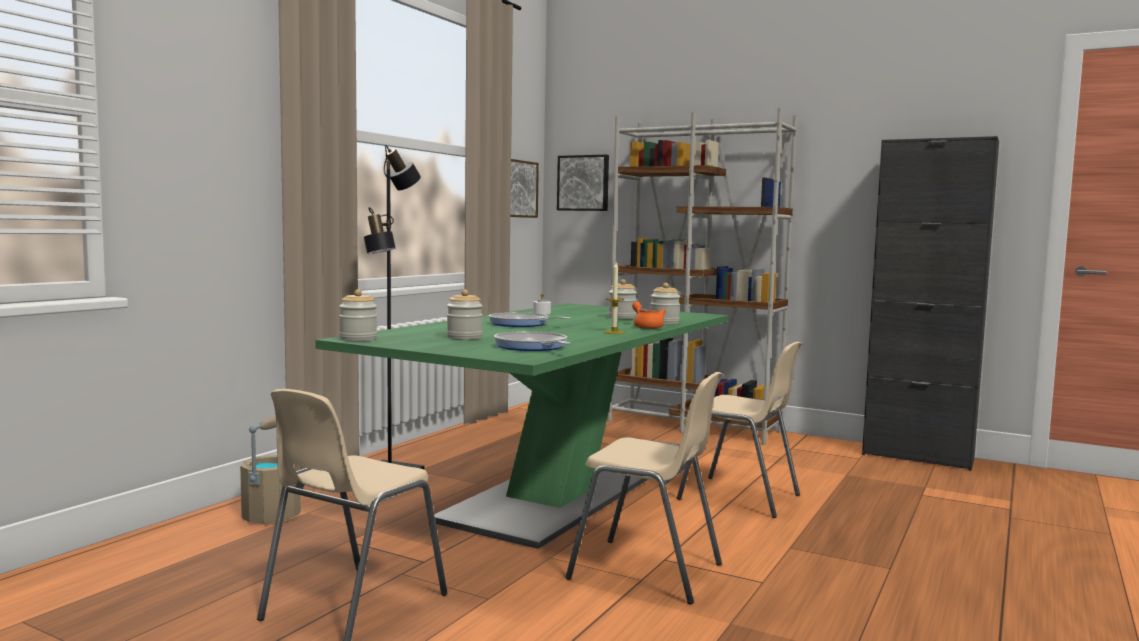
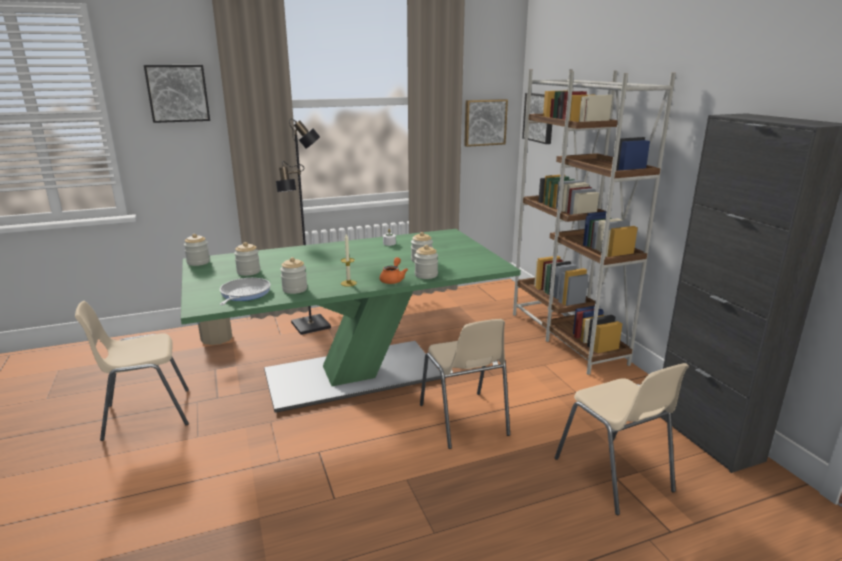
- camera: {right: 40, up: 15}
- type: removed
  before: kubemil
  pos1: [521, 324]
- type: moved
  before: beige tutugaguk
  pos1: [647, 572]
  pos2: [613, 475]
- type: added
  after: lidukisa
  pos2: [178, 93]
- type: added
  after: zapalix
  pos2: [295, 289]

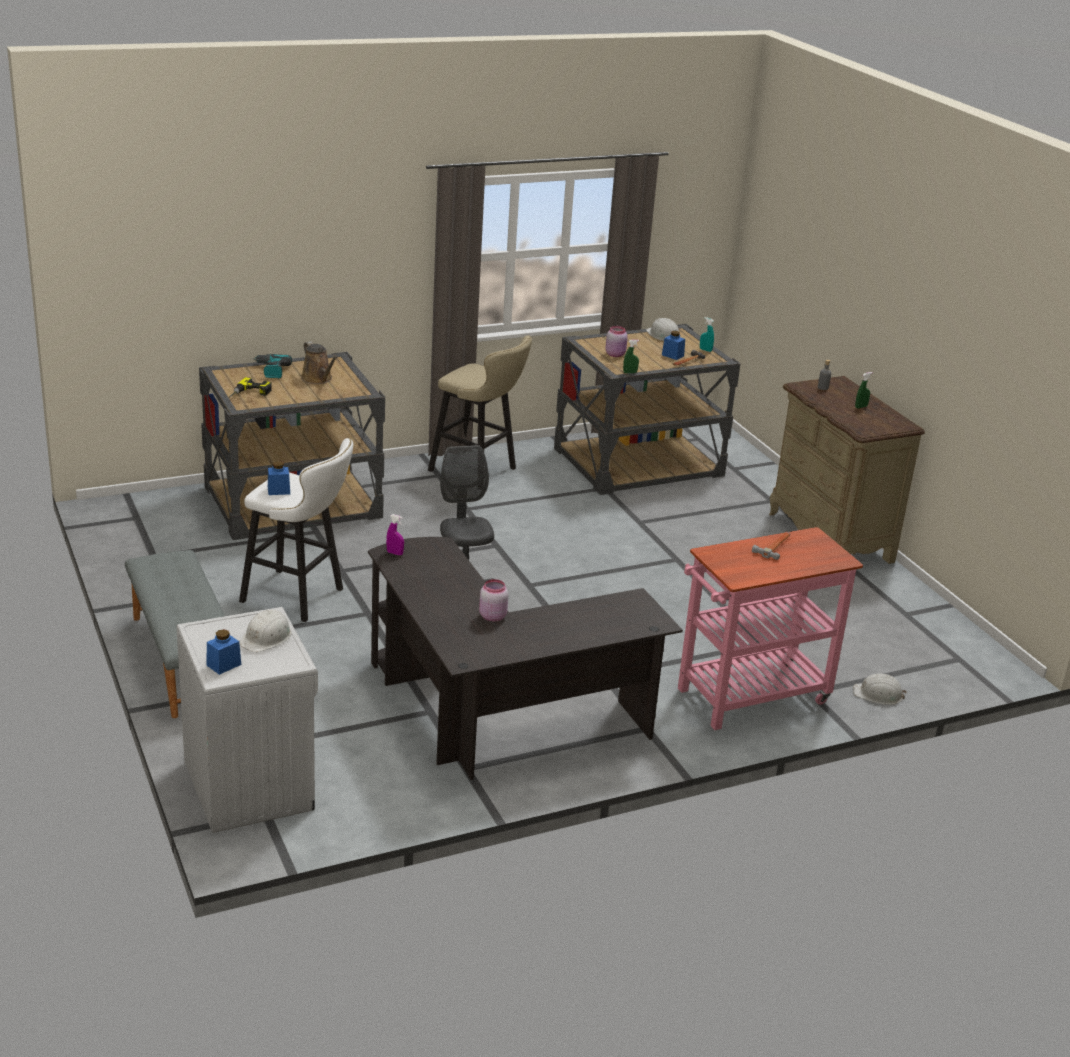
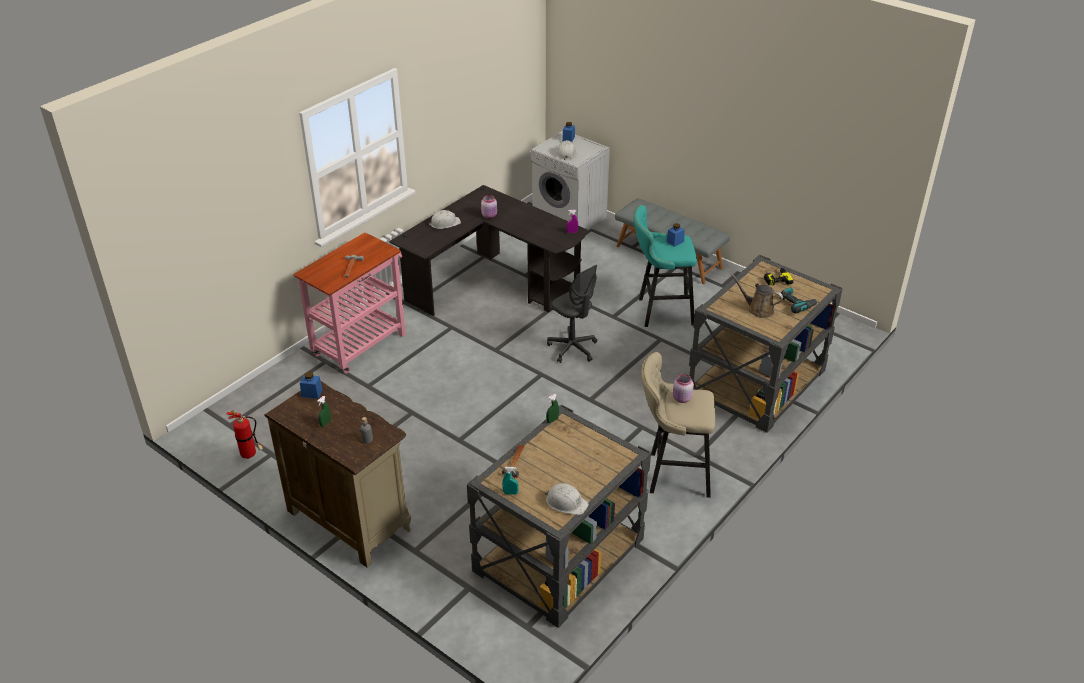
- camera: {right: 155, up: 10}
- type: recoloured
  before: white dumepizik
  after: turquoise dumepizik
  pos1: [302, 598]
  pos2: [658, 312]
- type: moved
  before: pink zapalix
  pos1: [615, 354]
  pos2: [681, 399]
- type: moved
  before: blue zapalix
  pos1: [672, 355]
  pos2: [312, 393]
- type: moved
  before: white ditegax
  pos1: [878, 694]
  pos2: [445, 223]
- type: added
  after: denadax
  pos2: [250, 455]

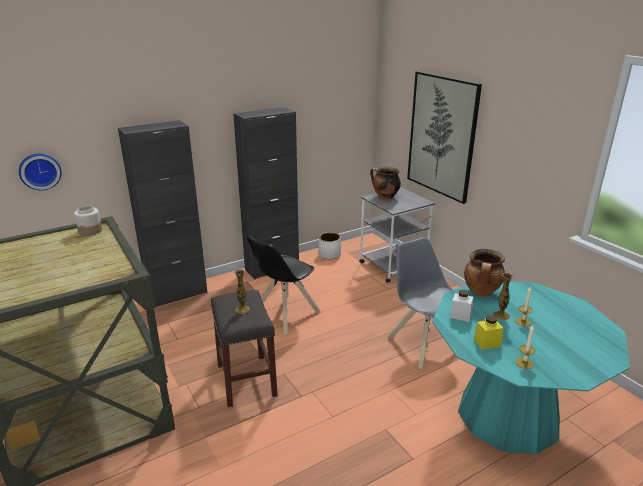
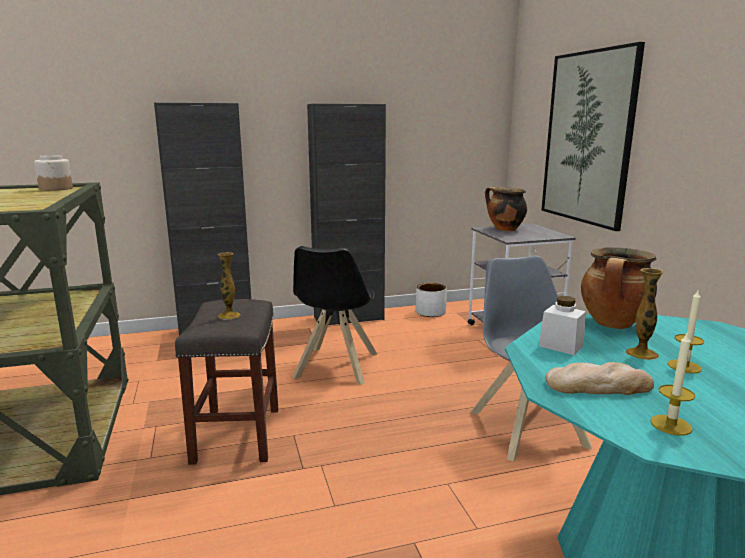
- camera: {right: 15, up: -10}
- type: removed
  before: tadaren
  pos1: [40, 171]
- type: turned
  before: black tutugaguk
  pos1: [284, 314]
  pos2: [335, 367]
  turn: -45
- type: replaced
  before: yellow zapalix
  after: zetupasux
  pos1: [487, 342]
  pos2: [598, 385]

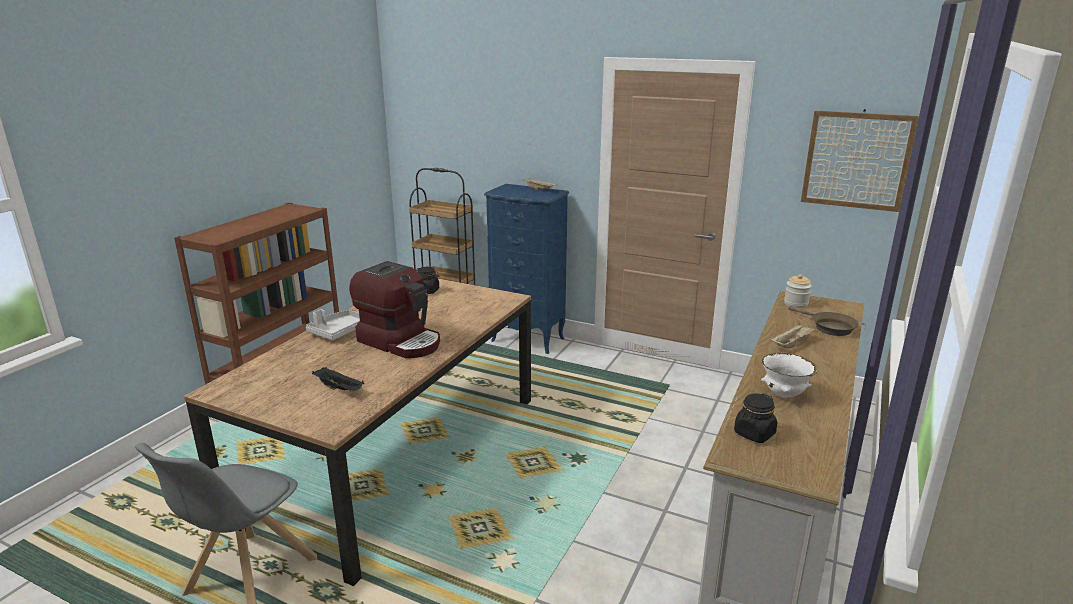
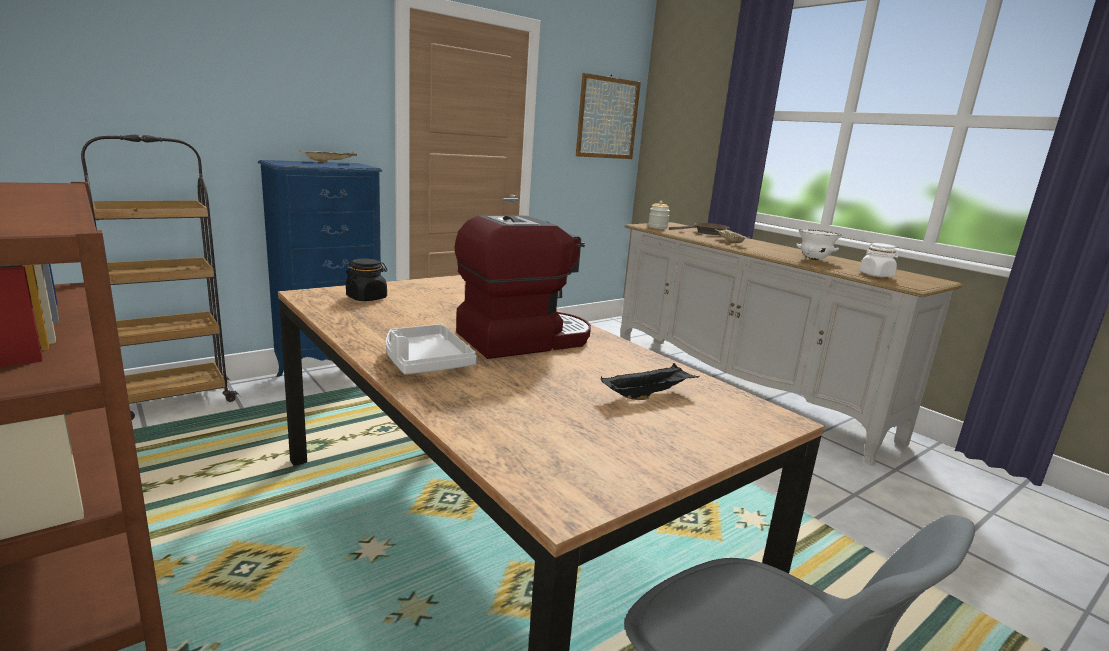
- camera: {right: -65, up: -5}
- type: recoloured
  before: black zapalix
  after: white zapalix
  pos1: [754, 434]
  pos2: [876, 275]

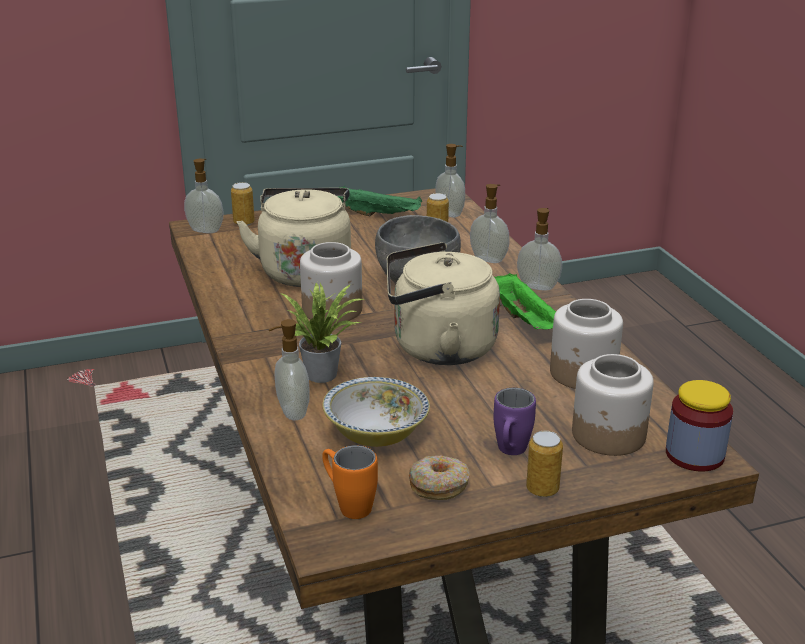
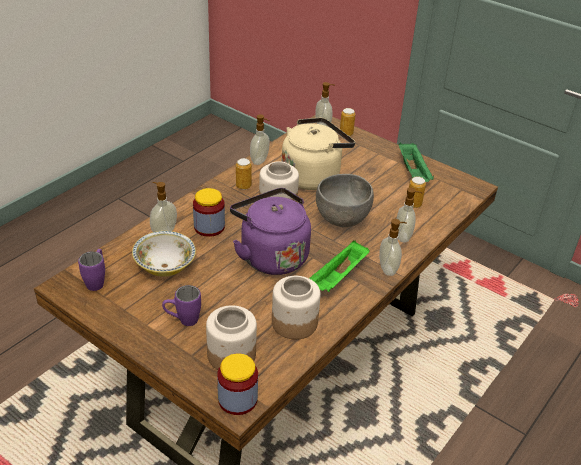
- camera: {right: 55, up: 10}
- type: replaced
  before: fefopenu
  after: zapalix
  pos1: [325, 373]
  pos2: [209, 227]
- type: recoloured
  before: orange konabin
  after: purple konabin
  pos1: [348, 504]
  pos2: [97, 281]
- type: recoloured
  before: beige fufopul
  after: purple fufopul
  pos1: [437, 348]
  pos2: [271, 255]
- type: removed
  before: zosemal
  pos1: [439, 485]
- type: moved
  before: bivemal
  pos1: [450, 213]
  pos2: [260, 161]
- type: moved
  before: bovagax
  pos1: [542, 489]
  pos2: [243, 186]

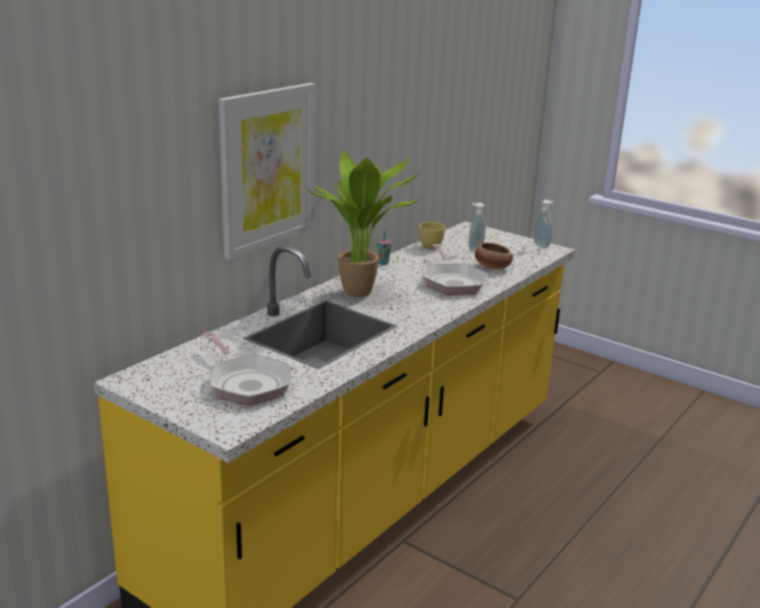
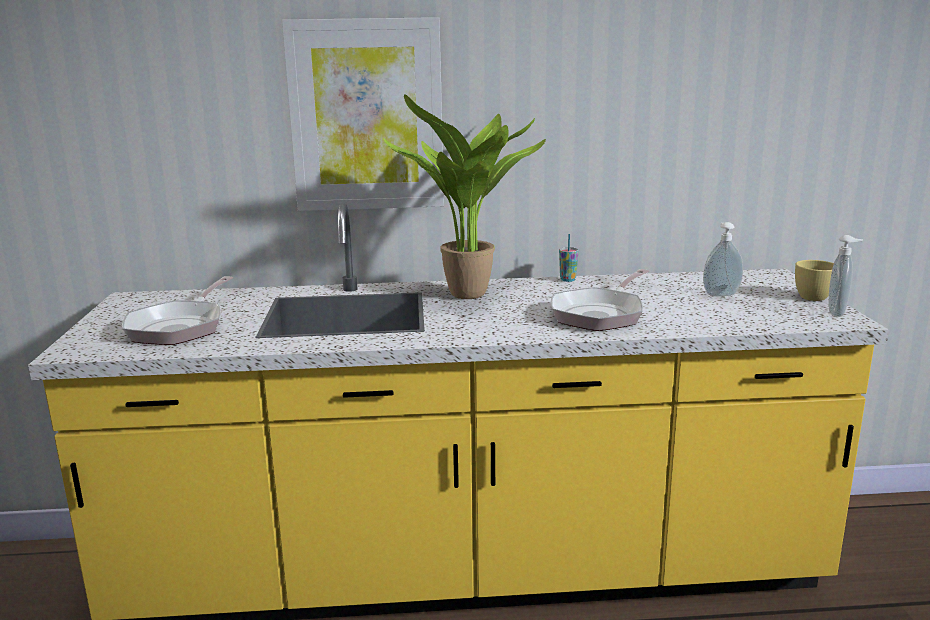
- camera: {right: 50, up: -5}
- type: moved
  before: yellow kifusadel
  pos1: [429, 245]
  pos2: [813, 296]
- type: removed
  before: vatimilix
  pos1: [491, 267]

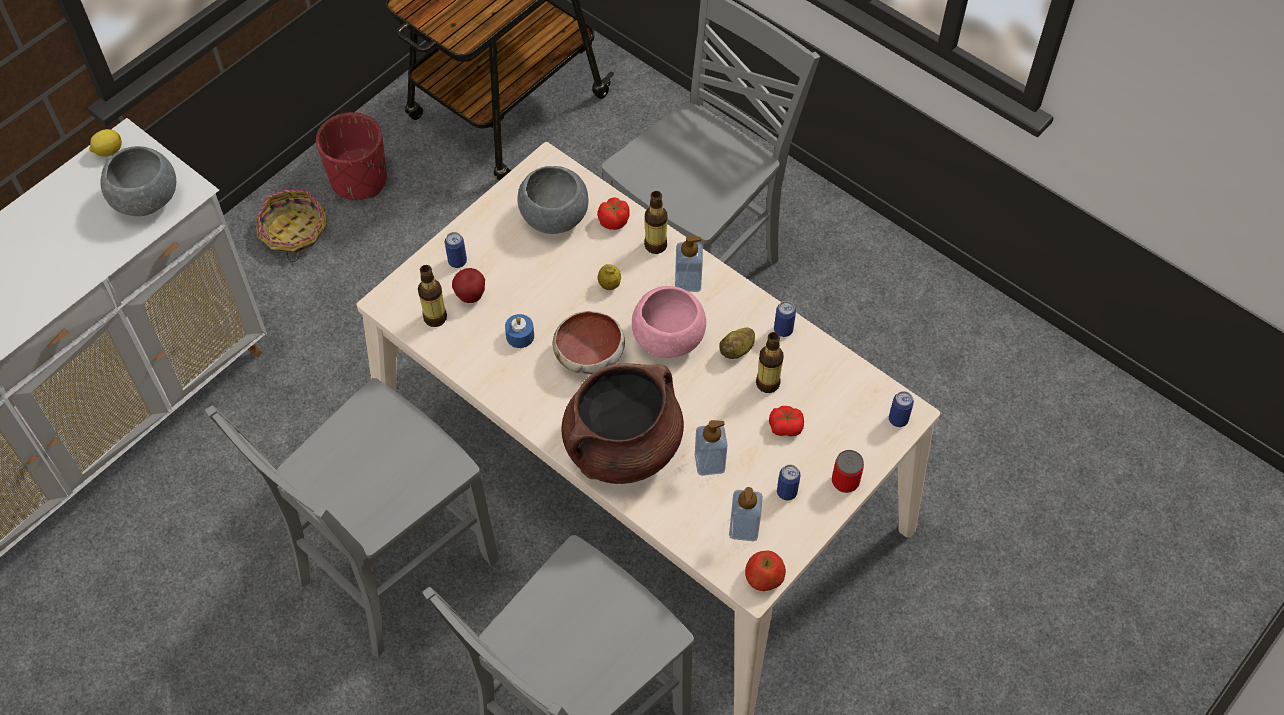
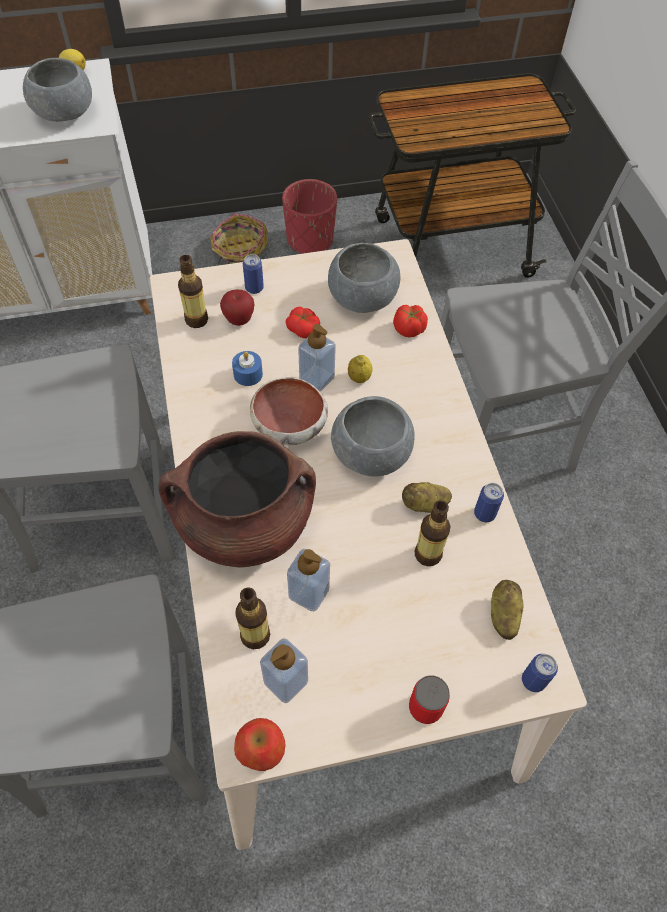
- camera: {right: 35, up: 0}
- type: recoloured
  before: pink vatimilix
  after: grey vatimilix
  pos1: [668, 338]
  pos2: [371, 454]
- type: moved
  before: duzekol
  pos1: [655, 245]
  pos2: [255, 635]
- type: moved
  before: bivemal
  pos1: [688, 282]
  pos2: [316, 379]
- type: moved
  before: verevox
  pos1: [785, 426]
  pos2: [303, 329]
- type: removed
  before: bovagax
  pos1: [786, 492]
- type: added
  after: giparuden
  pos2: [503, 614]

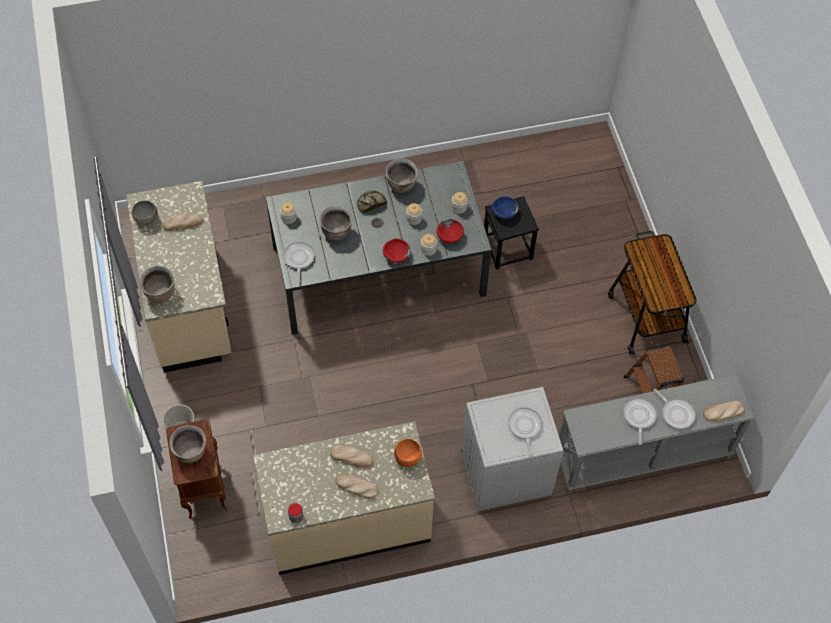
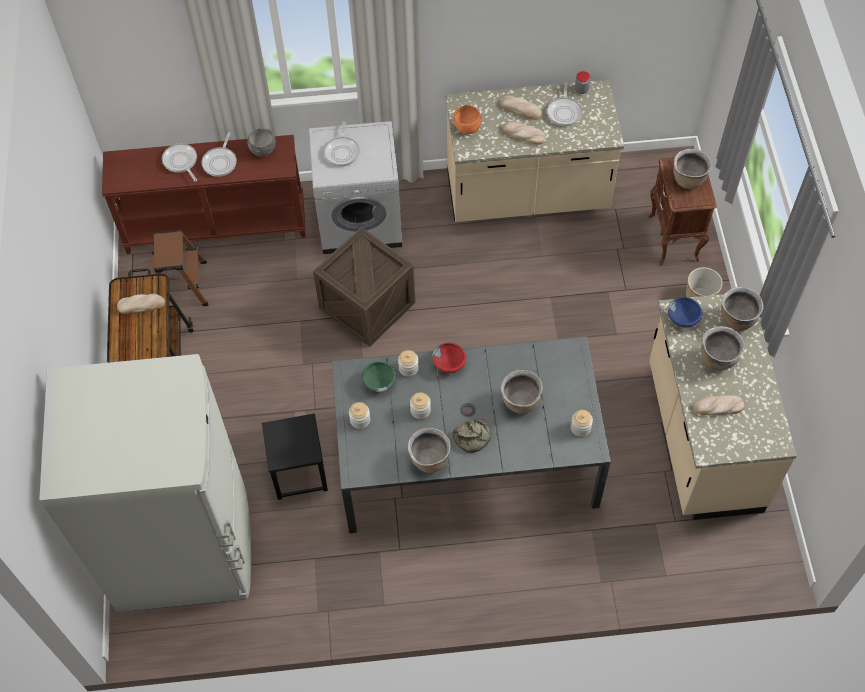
- camera: {right: -170, up: 0}
- type: moved
  before: grey vatimilix
  pos1: [147, 220]
  pos2: [263, 150]
- type: moved
  before: kubemil
  pos1: [299, 259]
  pos2: [564, 112]
- type: recoloured
  before: red vatimilix
  after: green vatimilix
  pos1: [449, 236]
  pos2: [379, 382]
- type: moved
  before: blue vatimilix
  pos1: [504, 212]
  pos2: [683, 318]
- type: recoloured
  before: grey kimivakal
  after: brown kimivakal
  pos1: [642, 456]
  pos2: [216, 225]
- type: moved
  before: zetupasux
  pos1: [723, 412]
  pos2: [141, 305]
- type: added
  after: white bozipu
  pos2: [185, 547]
- type: added
  after: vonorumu
  pos2: [367, 305]
- type: added
  after: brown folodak
  pos2: [717, 358]

